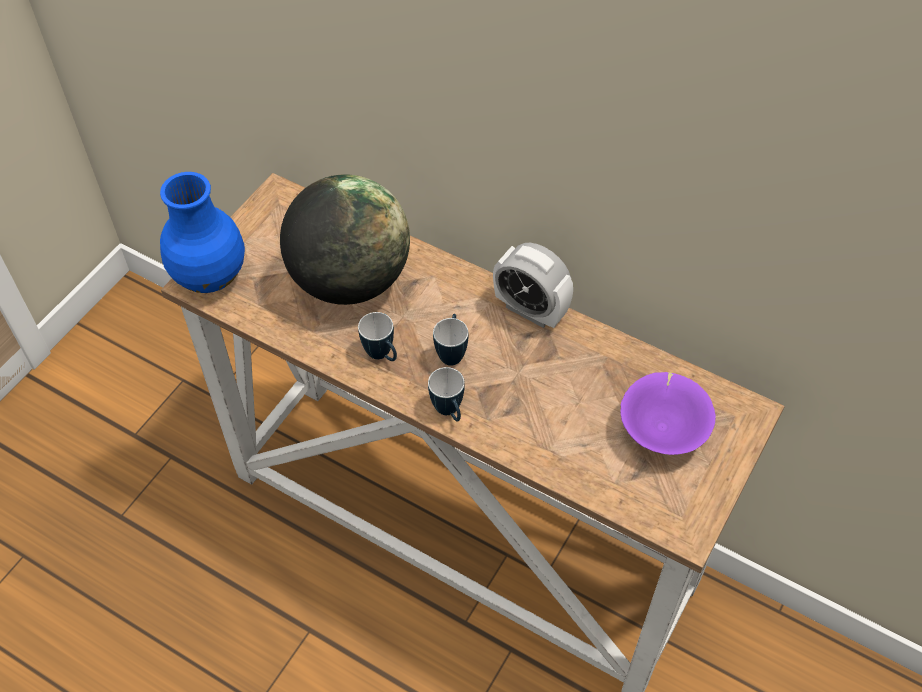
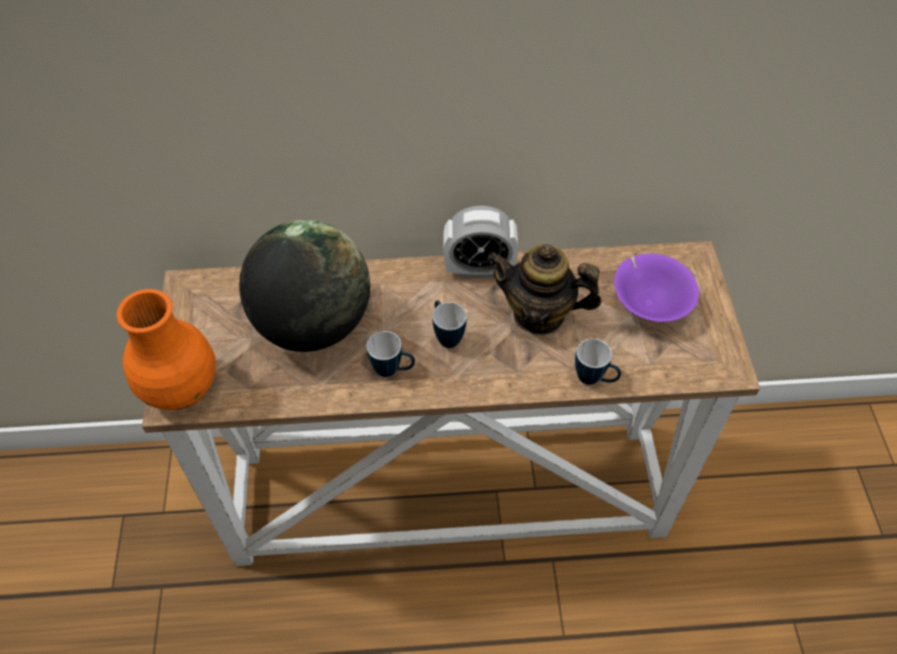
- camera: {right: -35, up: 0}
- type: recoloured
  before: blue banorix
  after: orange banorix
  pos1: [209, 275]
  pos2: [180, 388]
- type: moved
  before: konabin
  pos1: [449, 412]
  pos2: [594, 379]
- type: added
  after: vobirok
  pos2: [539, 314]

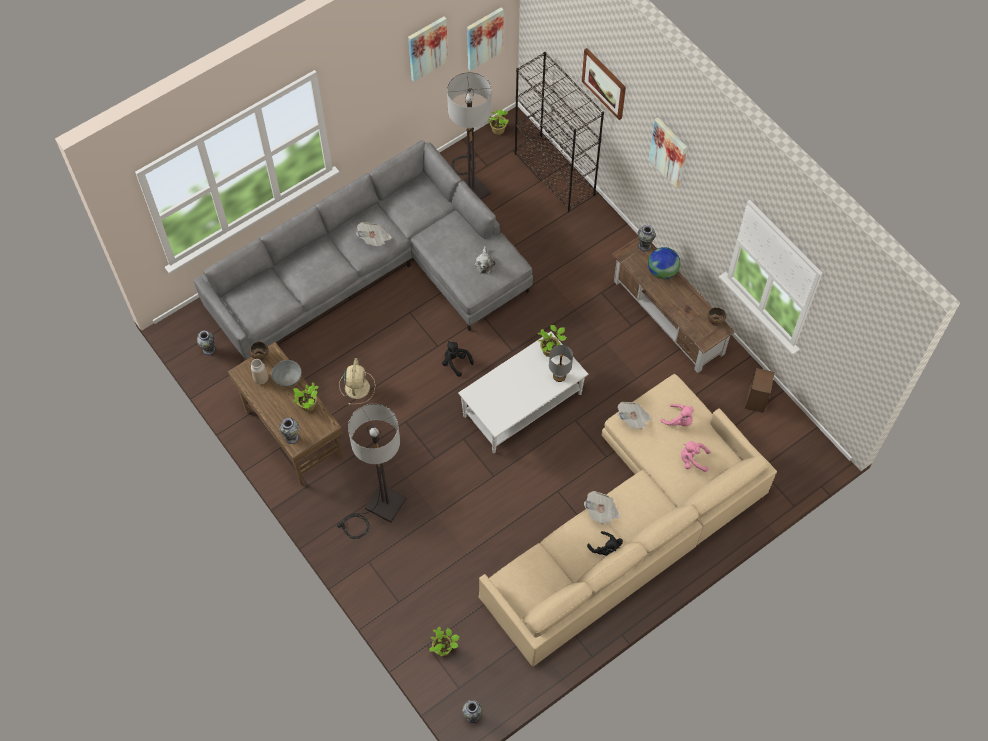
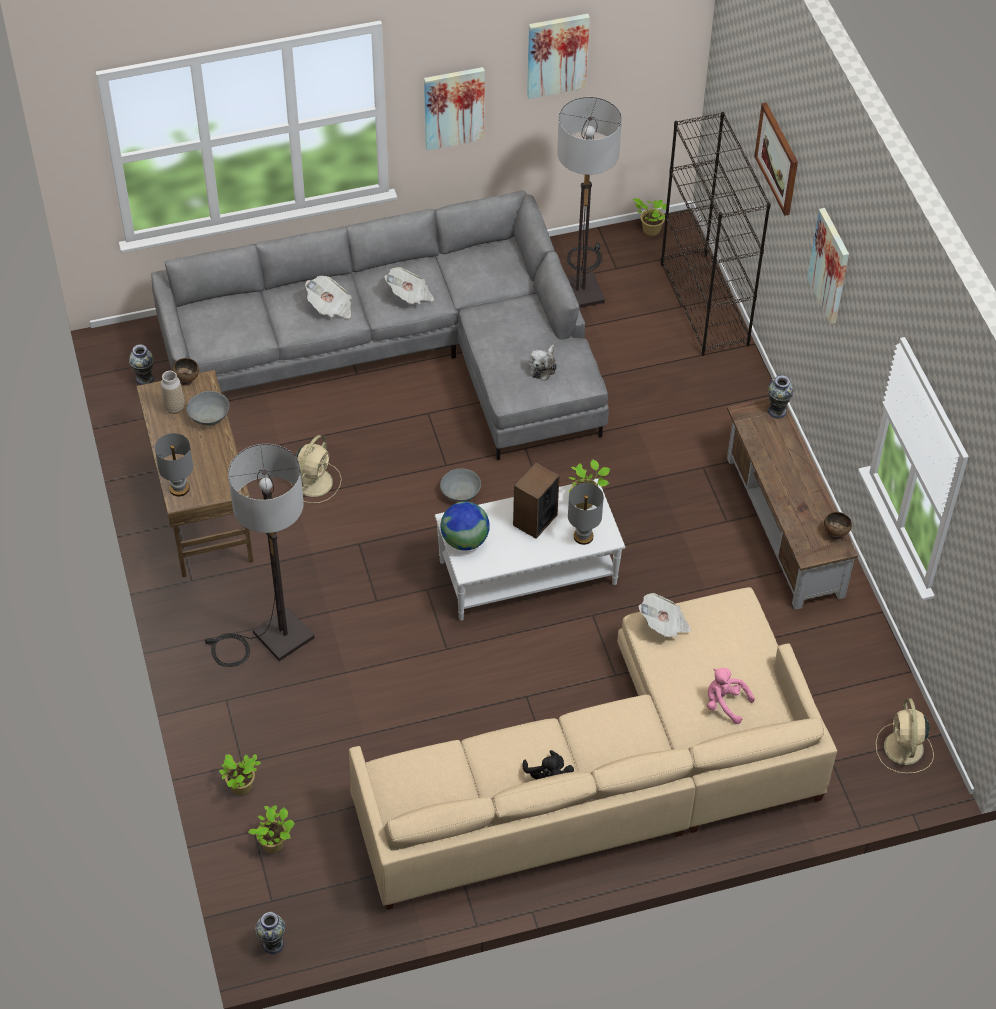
- camera: {right: 20, up: -10}
- type: replaced
  before: banorix
  after: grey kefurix
  pos1: [291, 437]
  pos2: [178, 488]
- type: moved
  before: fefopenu
  pos1: [309, 406]
  pos2: [241, 788]
- type: replaced
  before: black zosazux
  after: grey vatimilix
  pos1: [455, 362]
  pos2: [461, 492]
- type: moved
  before: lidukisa
  pos1: [484, 38]
  pos2: [453, 107]
- type: moved
  before: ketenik
  pos1: [601, 512]
  pos2: [330, 307]
- type: moved
  before: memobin
  pos1: [662, 271]
  pos2: [465, 540]
- type: removed
  before: pink zosazux
  pos1: [679, 420]
- type: moved
  before: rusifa
  pos1: [756, 400]
  pos2: [534, 520]
- type: added
  after: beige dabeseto
  pos2: [904, 749]

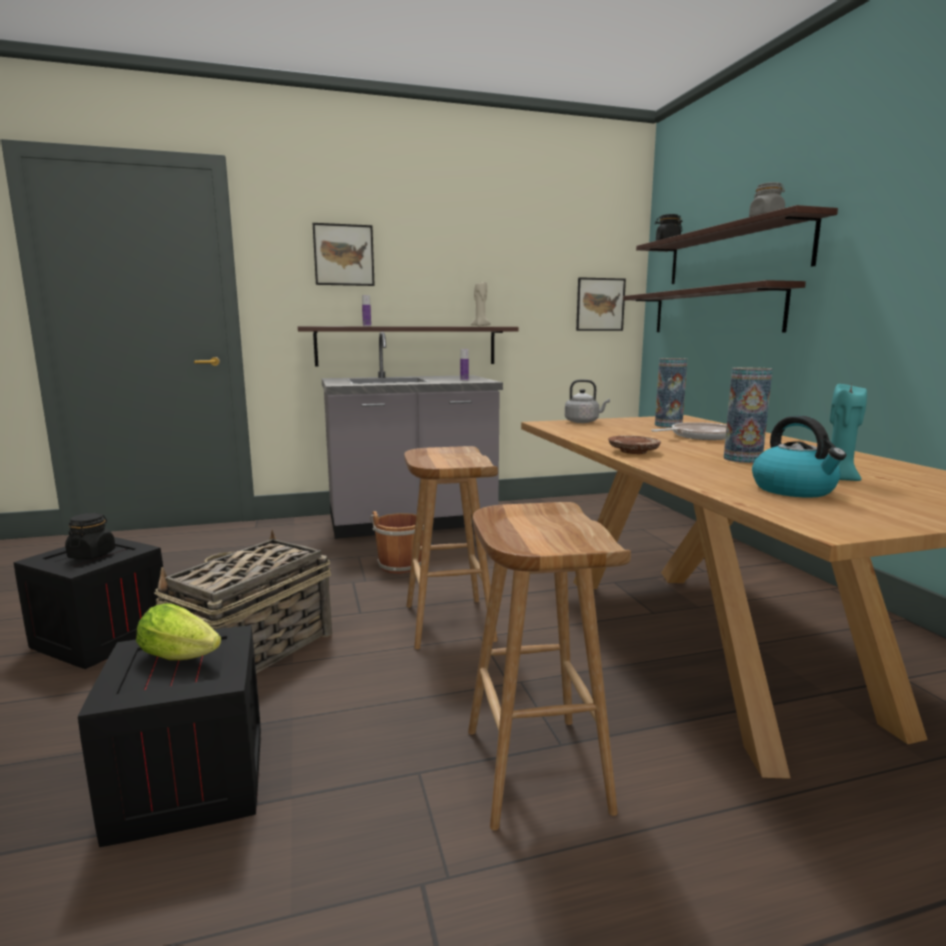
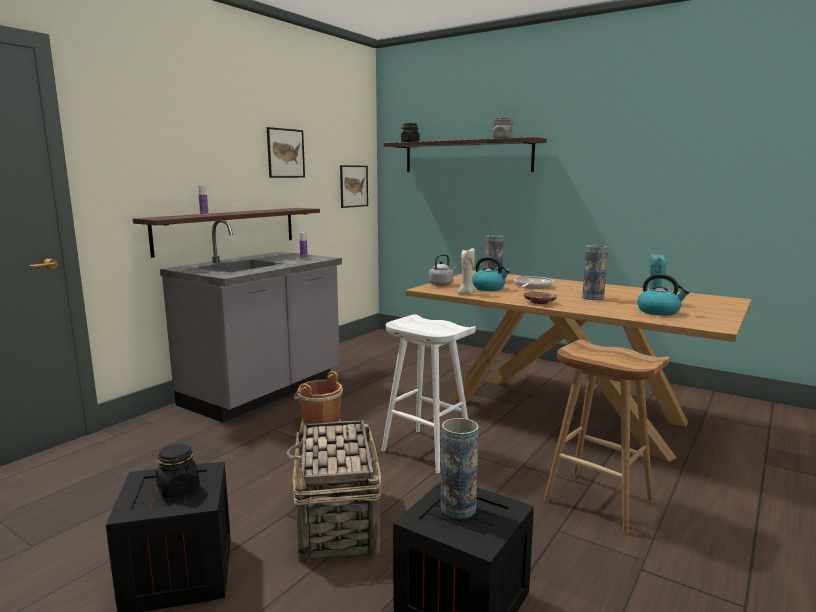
- camera: {right: -40, up: 0}
- type: replaced
  before: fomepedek
  after: banorix
  pos1: [183, 655]
  pos2: [458, 508]
- type: moved
  before: lidukisa
  pos1: [344, 255]
  pos2: [285, 153]
- type: recoloured
  before: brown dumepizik
  after: white dumepizik
  pos1: [447, 622]
  pos2: [425, 450]
- type: moved
  before: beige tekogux
  pos1: [480, 326]
  pos2: [466, 293]
- type: removed
  before: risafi
  pos1: [714, 311]
- type: added
  after: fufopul
  pos2: [489, 288]

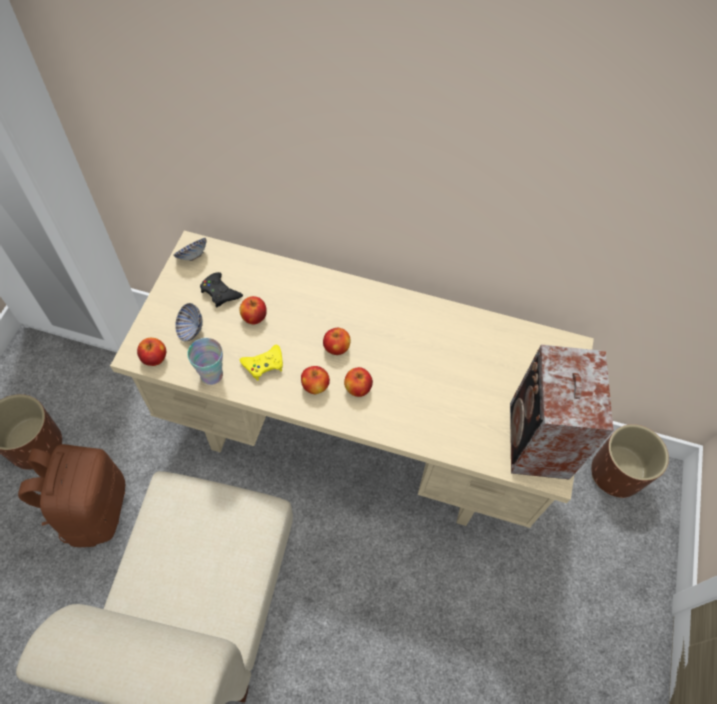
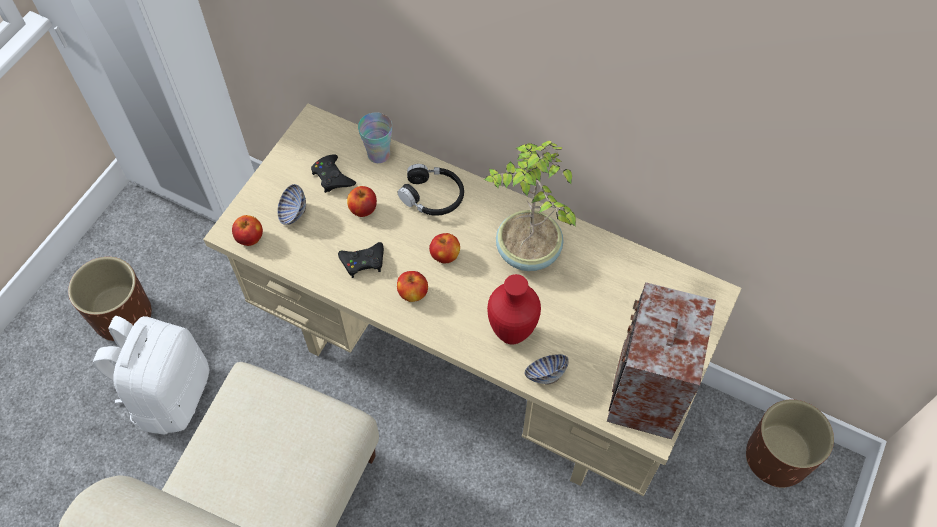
- camera: {right: 15, up: 0}
- type: recoloured
  before: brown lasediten
  after: white lasediten
  pos1: [93, 508]
  pos2: [171, 394]
- type: moved
  before: vatimilix
  pos1: [192, 256]
  pos2: [545, 374]
- type: moved
  before: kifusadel
  pos1: [211, 375]
  pos2: [378, 154]
- type: recoloured
  before: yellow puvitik
  after: black puvitik
  pos1: [264, 364]
  pos2: [363, 261]
- type: removed
  before: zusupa
  pos1: [357, 388]
- type: added
  after: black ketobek
  pos2: [432, 196]
- type: added
  after: fefopenu
  pos2: [527, 252]
- type: added
  after: red banorix
  pos2: [510, 333]

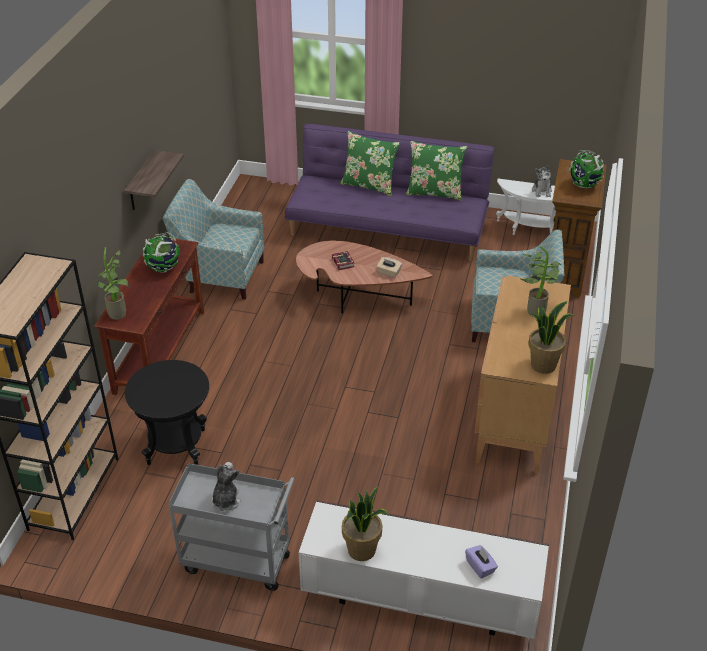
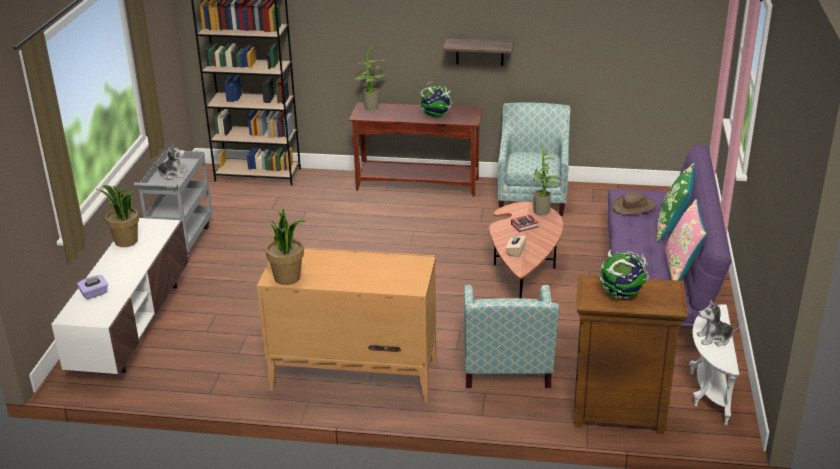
- camera: {right: 85, up: -10}
- type: removed
  before: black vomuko
  pos1: [176, 447]
- type: recoloured
  before: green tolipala
  after: pink tolipala
  pos1: [434, 192]
  pos2: [681, 269]
- type: moved
  before: fefopenu
  pos1: [536, 310]
  pos2: [544, 212]
- type: added
  after: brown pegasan
  pos2: [634, 207]

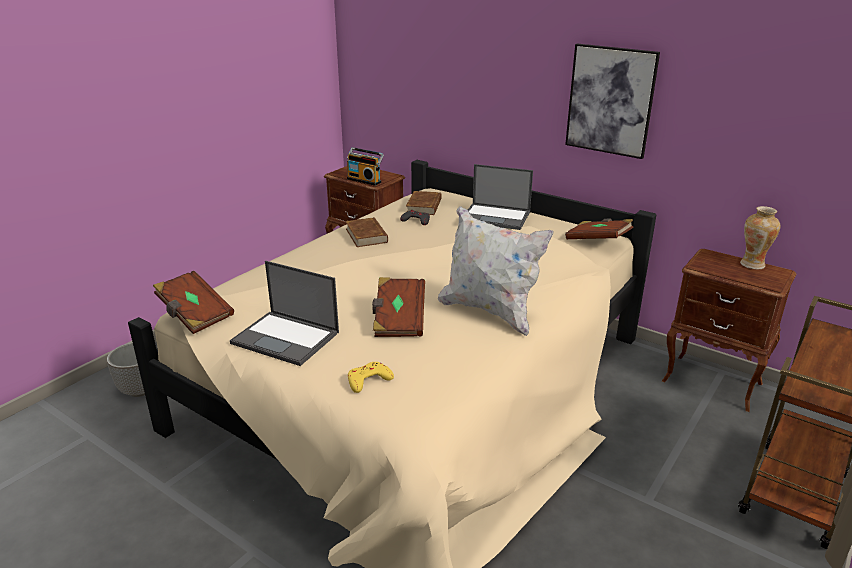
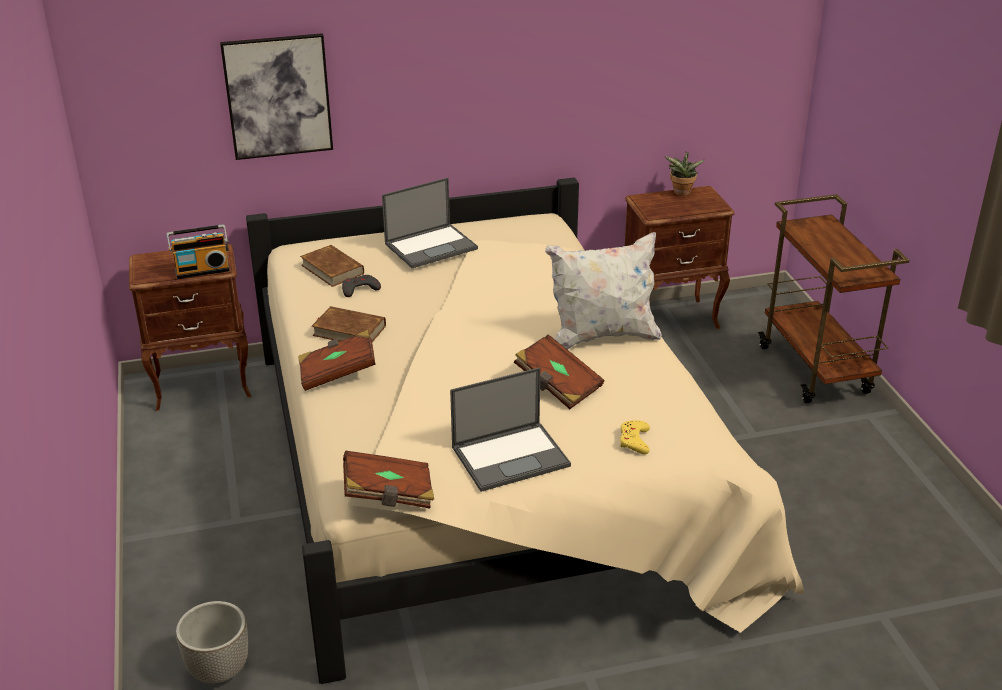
- camera: {right: -50, up: 5}
- type: moved
  before: lidukisa
  pos1: [610, 100]
  pos2: [278, 96]
- type: moved
  before: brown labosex
  pos1: [598, 241]
  pos2: [338, 374]
- type: replaced
  before: banorix
  after: fefopenu
  pos1: [752, 264]
  pos2: [681, 193]

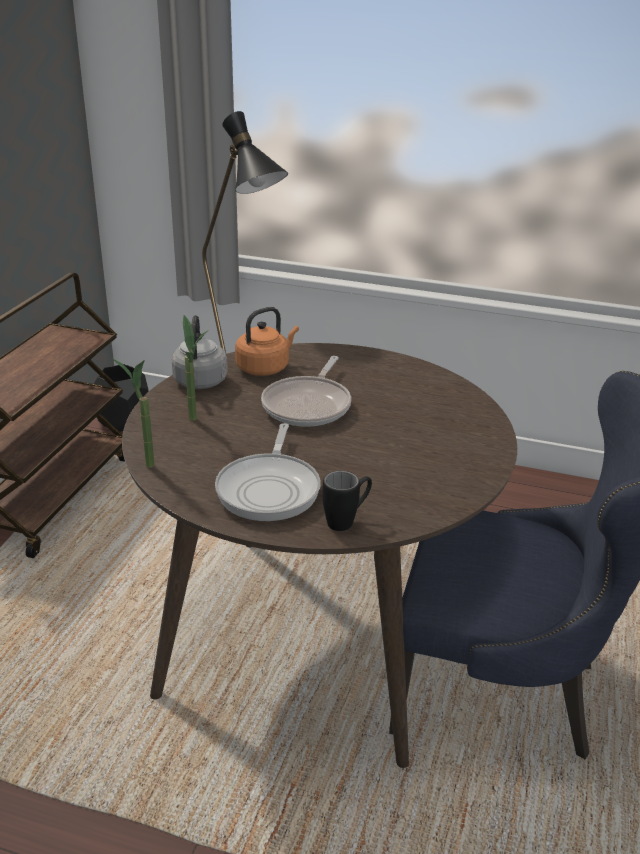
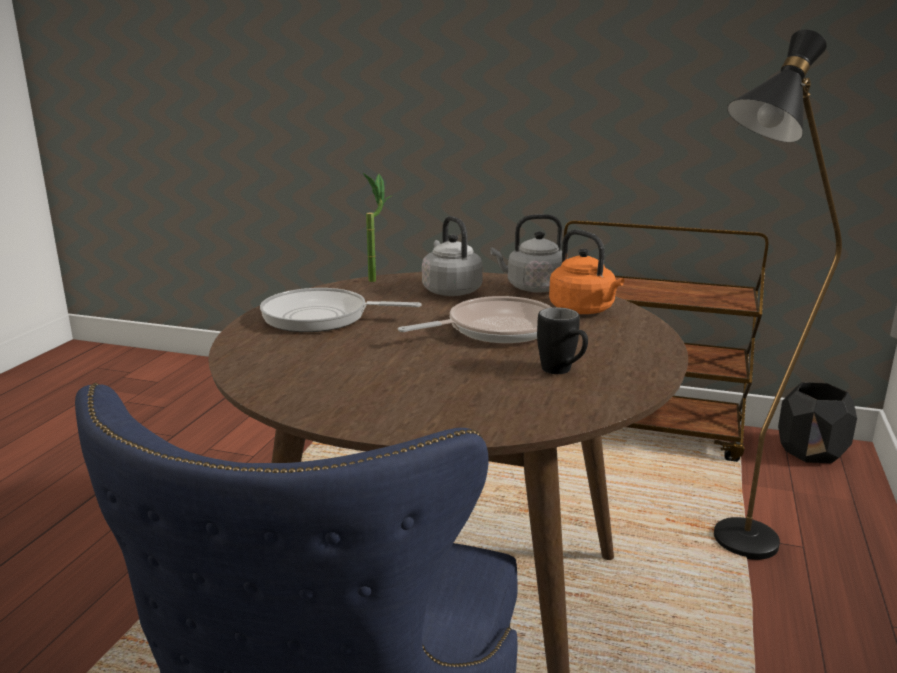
- camera: {right: 90, up: -10}
- type: replaced
  before: fefopenu
  after: grey fufopul
  pos1: [197, 422]
  pos2: [450, 290]
- type: turned
  before: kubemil
  pos1: [309, 405]
  pos2: [495, 329]
  turn: 135
- type: moved
  before: black konabin
  pos1: [347, 520]
  pos2: [562, 372]

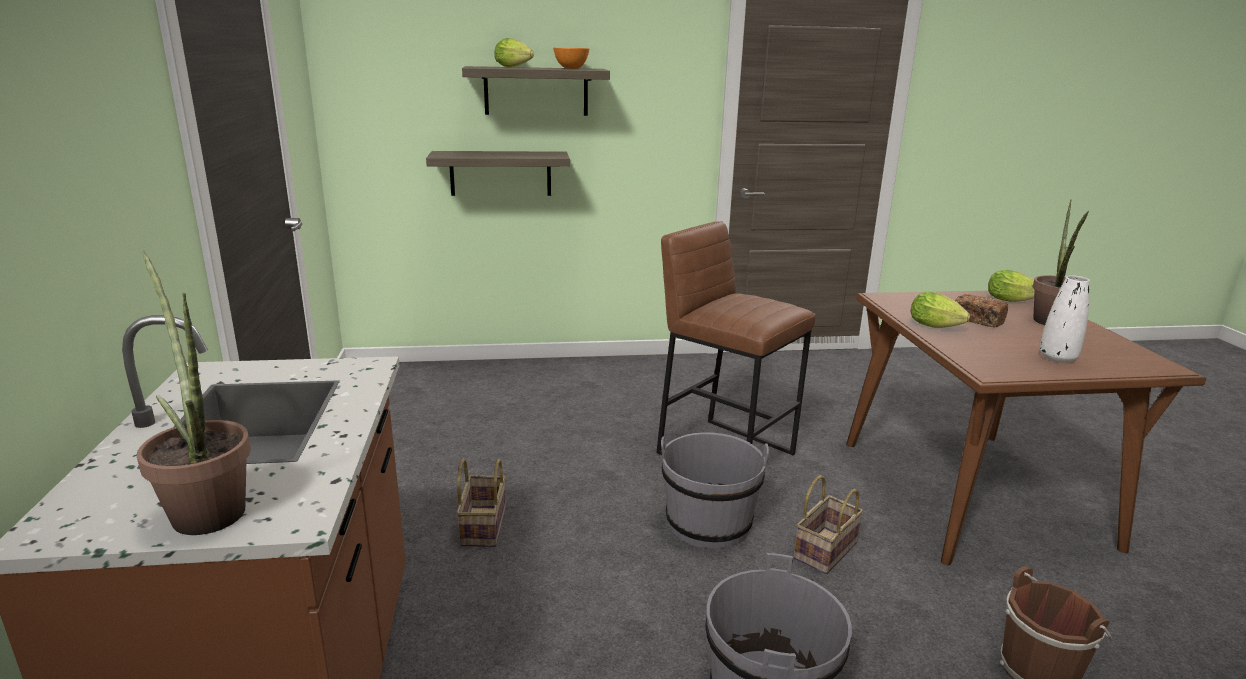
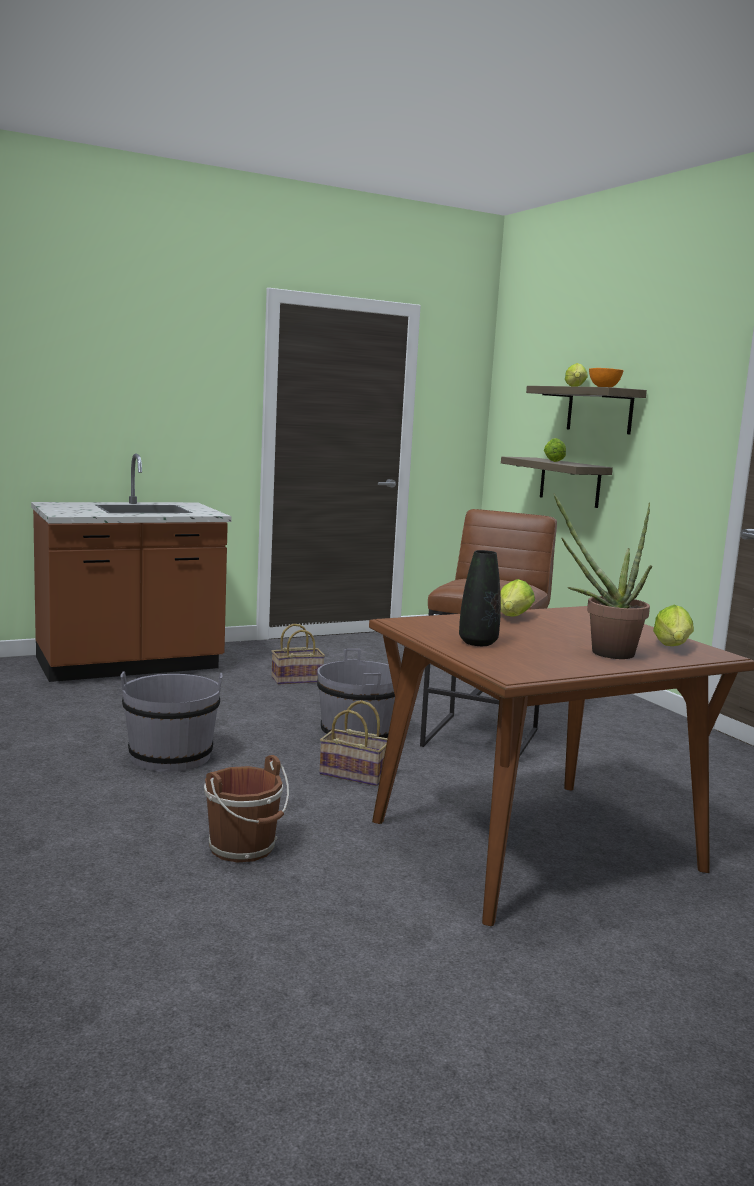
- camera: {right: 70, up: -10}
- type: removed
  before: fefopenu
  pos1: [206, 508]
- type: removed
  before: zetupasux
  pos1: [977, 320]
- type: recoloured
  before: white banorix
  after: black banorix
  pos1: [1057, 358]
  pos2: [478, 643]
- type: added
  after: fomepedek
  pos2: [553, 461]

